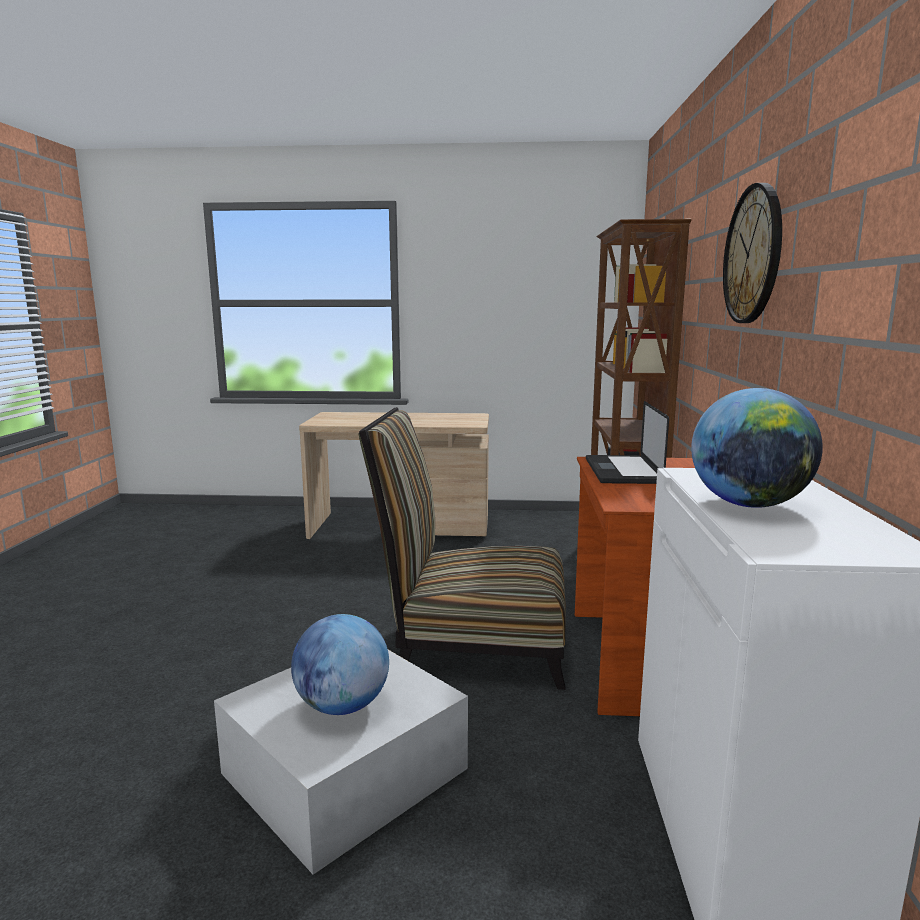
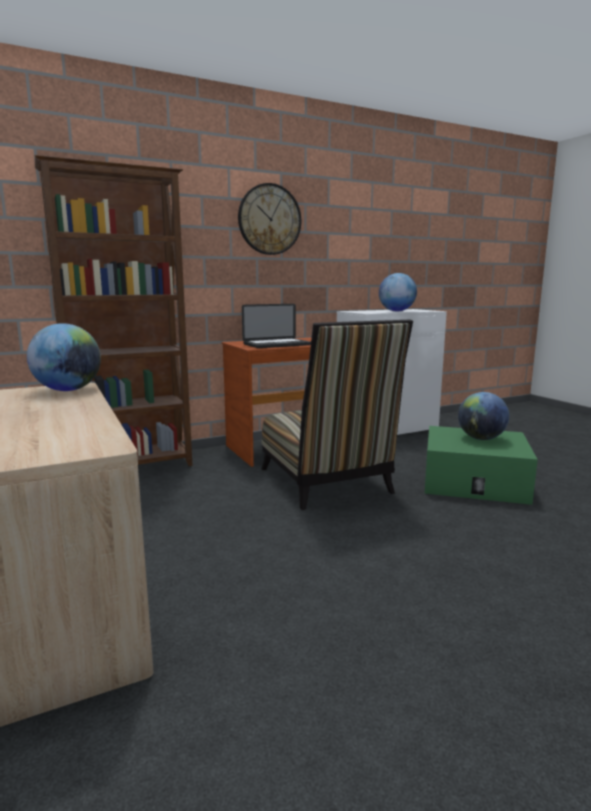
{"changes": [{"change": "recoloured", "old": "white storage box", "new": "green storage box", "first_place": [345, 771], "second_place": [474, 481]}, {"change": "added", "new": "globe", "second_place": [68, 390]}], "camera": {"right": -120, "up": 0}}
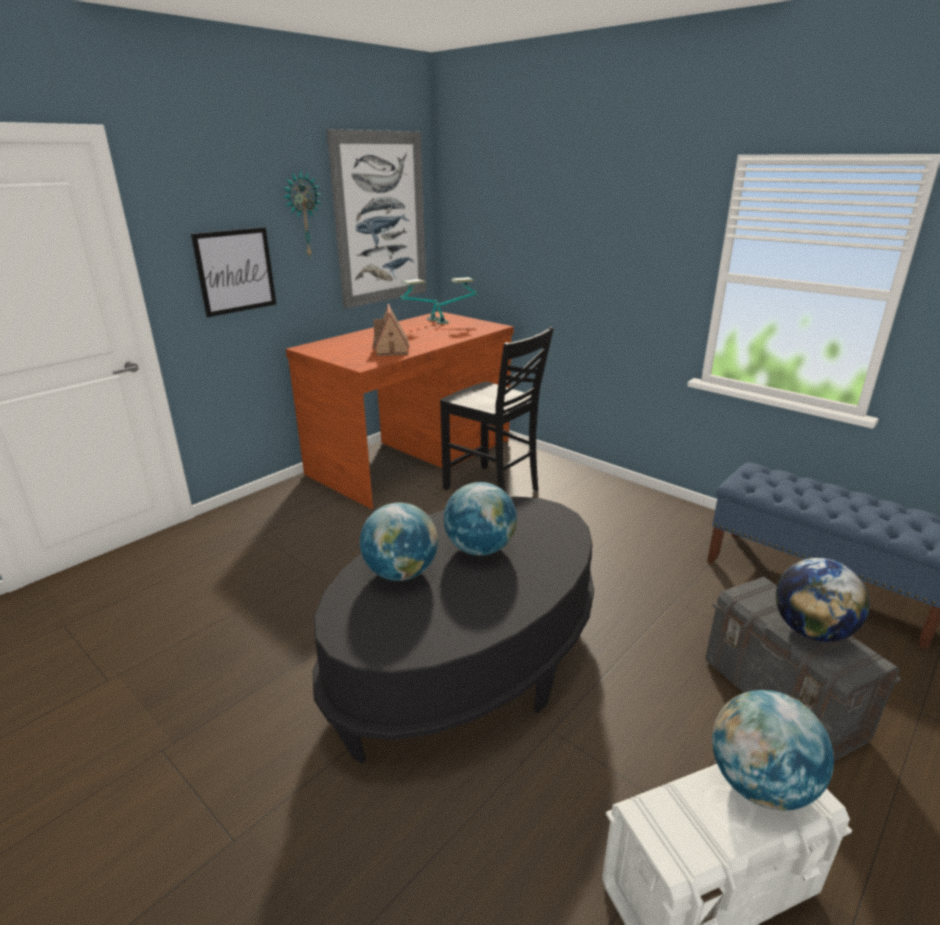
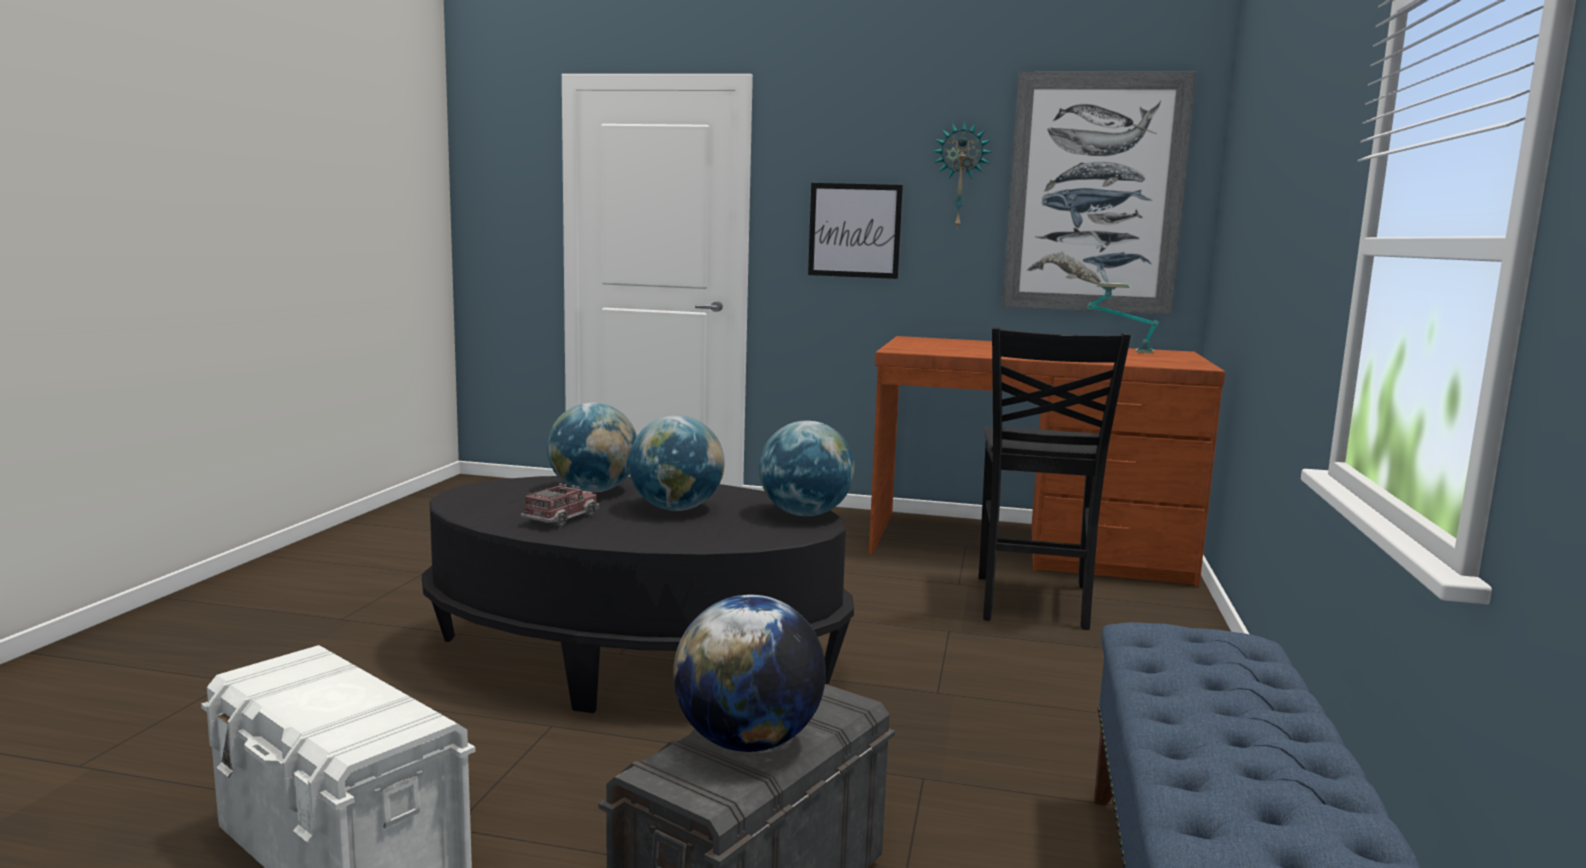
{"changes": [{"change": "removed", "old": "table lamp", "first_place": [456, 321]}, {"change": "removed", "old": "toy house", "first_place": [391, 348]}, {"change": "moved", "old": "globe", "first_place": [759, 784], "second_place": [805, 514]}, {"change": "added", "new": "toy truck", "second_place": [561, 519]}], "camera": {"right": 60, "up": -15}}
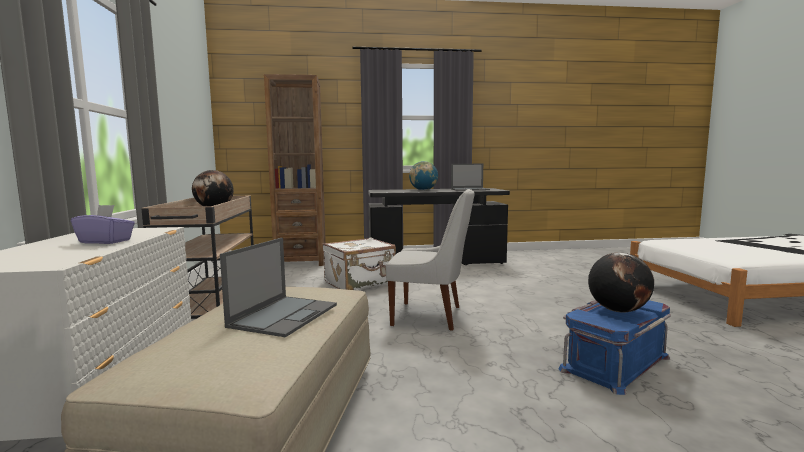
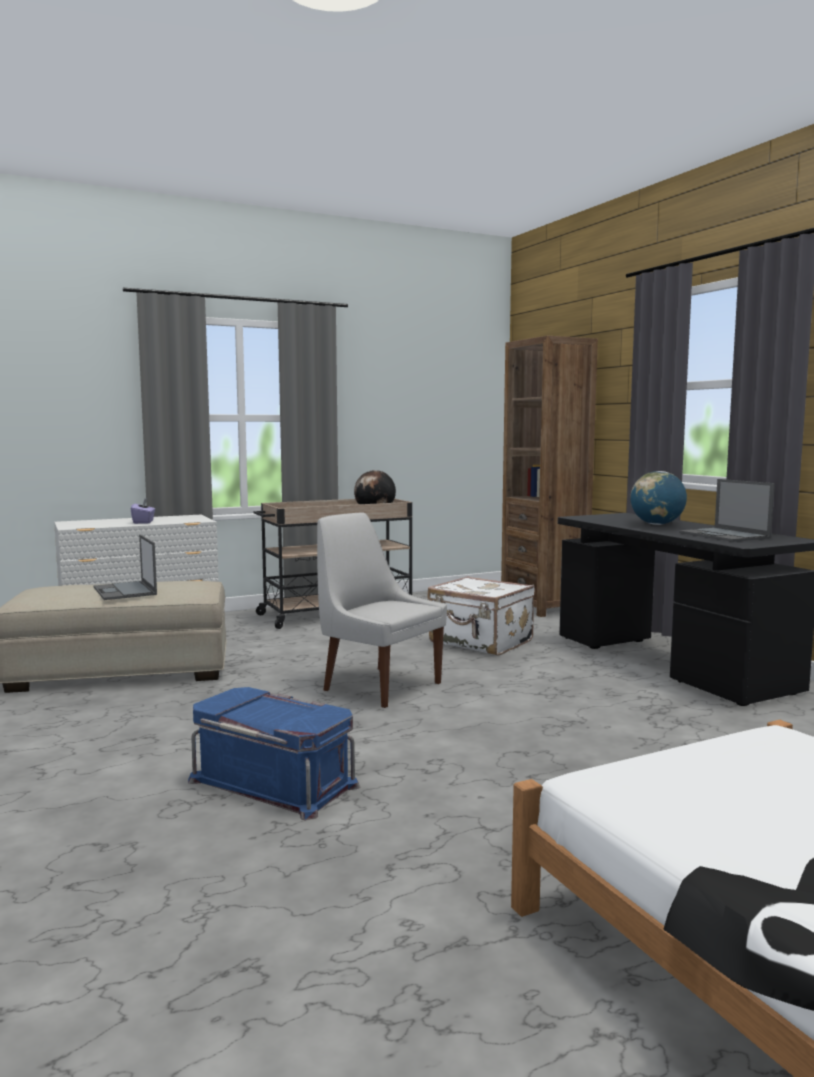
{"changes": [{"change": "turned", "old": "white chair", "first_place": [430, 316], "second_place": [378, 686], "degrees": 135}, {"change": "turned", "old": "laptop", "first_place": [284, 315], "second_place": [125, 591], "degrees": 60}, {"change": "removed", "old": "globe", "first_place": [617, 310]}], "camera": {"right": 70, "up": 0}}
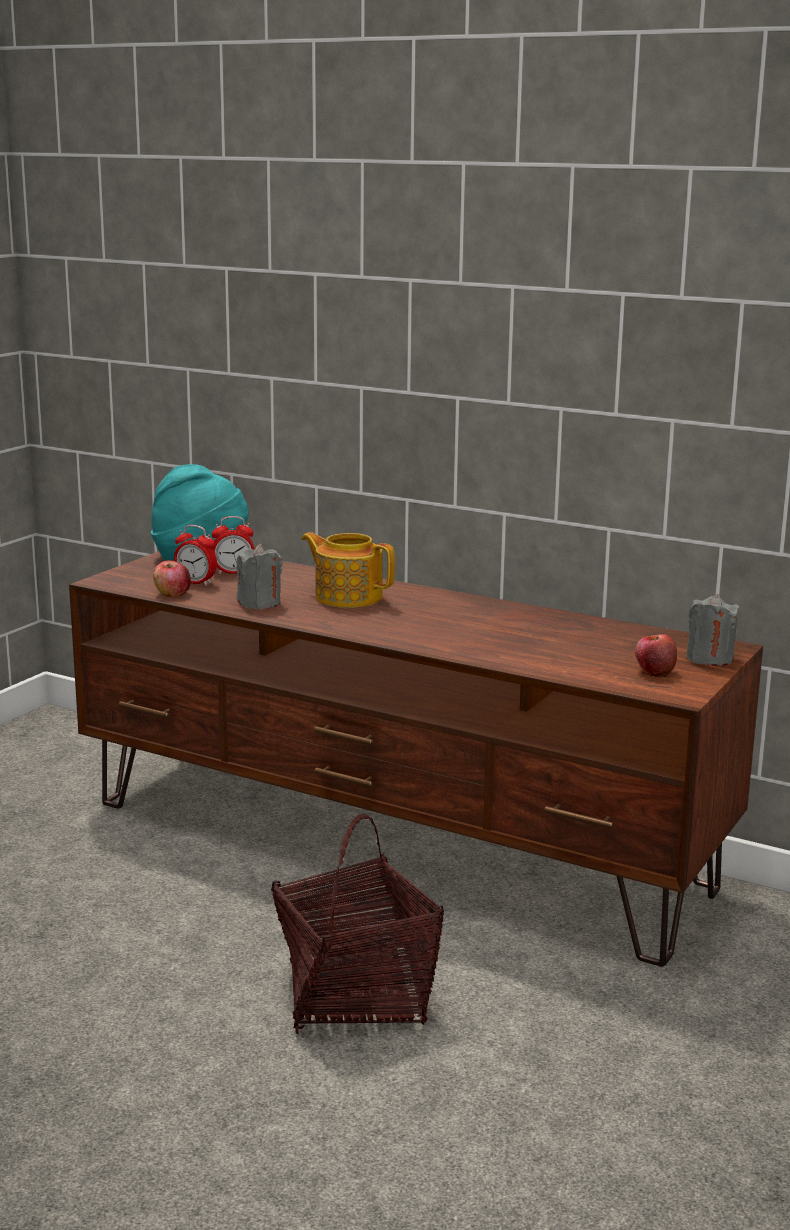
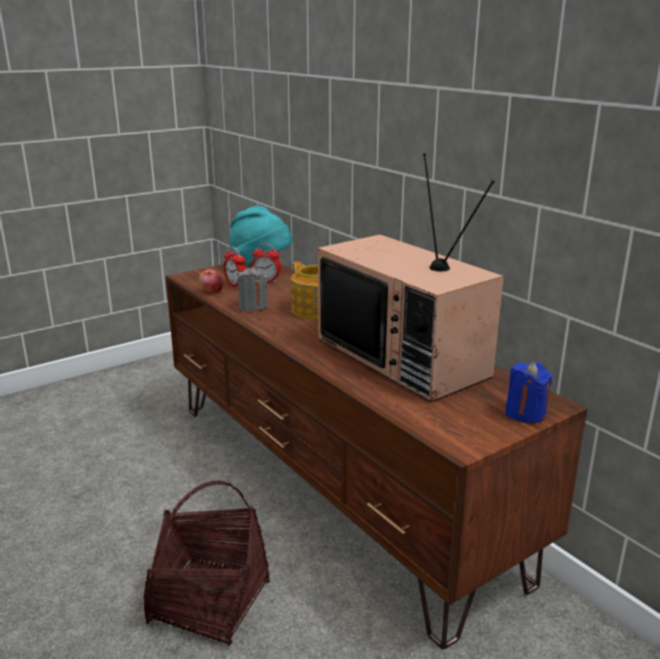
{"changes": [{"change": "recoloured", "old": "grey candle", "new": "blue candle", "first_place": [709, 659], "second_place": [525, 413]}, {"change": "removed", "old": "apple", "first_place": [654, 671]}, {"change": "added", "new": "television", "second_place": [405, 357]}], "camera": {"right": 25, "up": 5}}
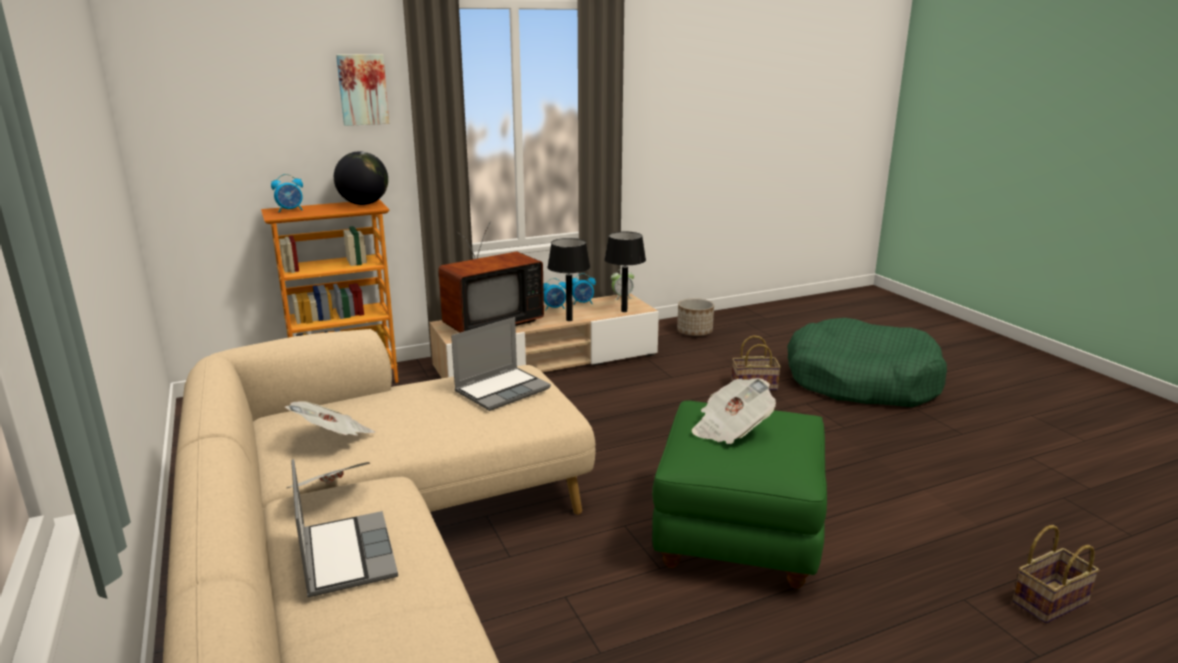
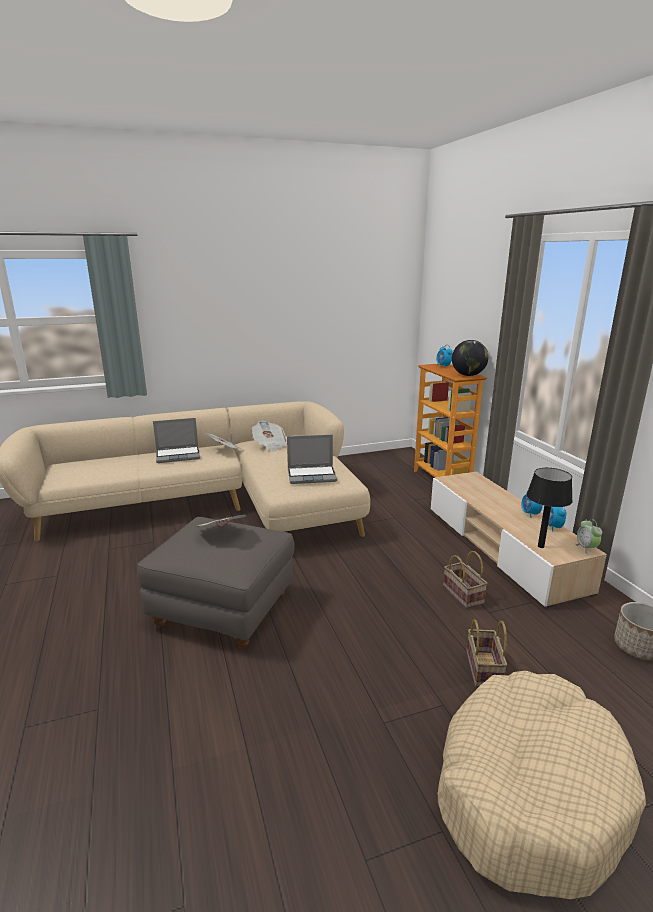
{"changes": [{"change": "removed", "old": "picture", "first_place": [362, 89]}, {"change": "removed", "old": "television", "first_place": [489, 323]}, {"change": "removed", "old": "black table lamp", "first_place": [569, 320]}, {"change": "turned", "old": "laptop", "first_place": [502, 390], "second_place": [312, 475], "degrees": -60}, {"change": "recoloured", "old": "green dog bed", "new": "beige dog bed", "first_place": [861, 381], "second_place": [529, 790]}, {"change": "recoloured", "old": "green ottoman", "new": "grey ottoman", "first_place": [736, 535], "second_place": [224, 610]}, {"change": "moved", "old": "basket", "first_place": [1050, 600], "second_place": [464, 595]}], "camera": {"right": 95, "up": 0}}
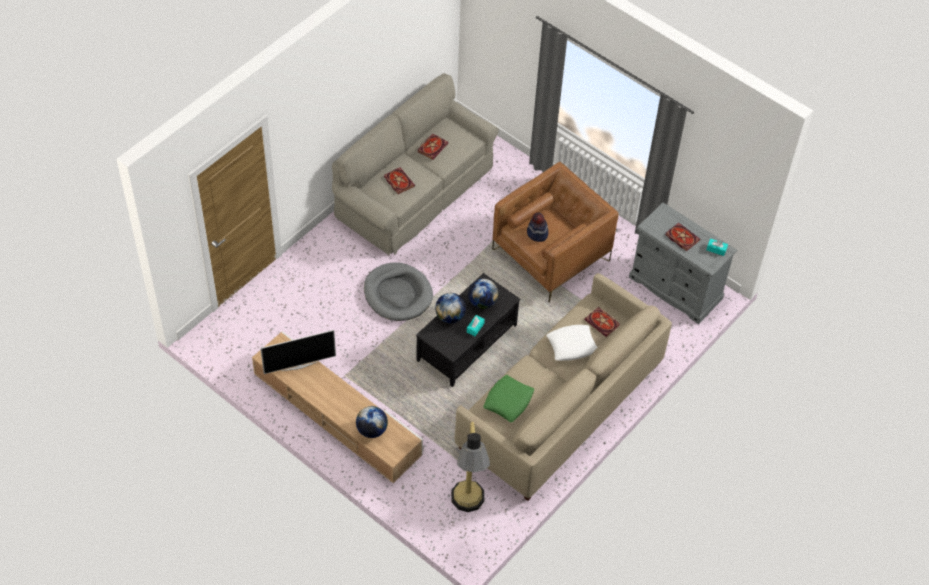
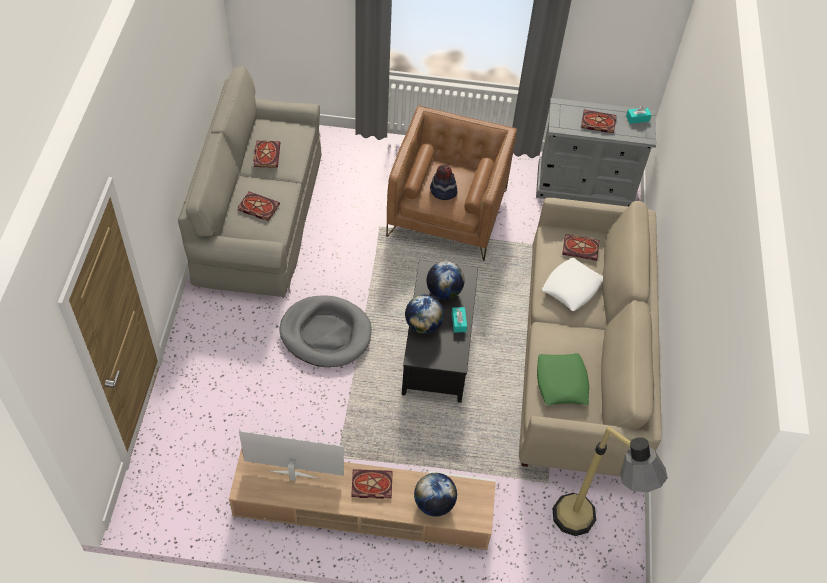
{"changes": [{"change": "turned", "old": "television", "first_place": [299, 365], "second_place": [293, 476], "degrees": -120}, {"change": "added", "new": "book", "second_place": [370, 485]}], "camera": {"right": -35, "up": 0}}
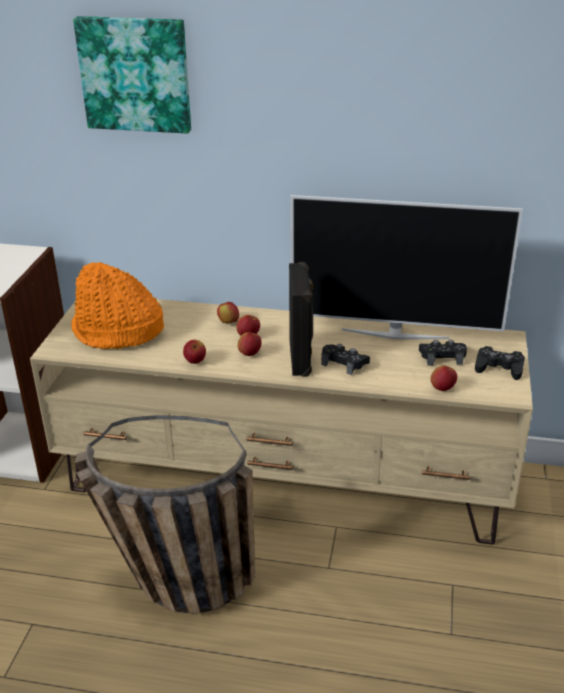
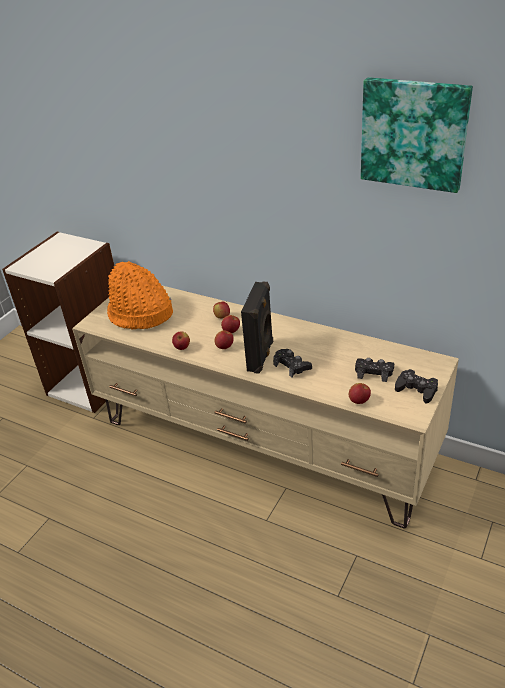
{"changes": [{"change": "moved", "old": "picture", "first_place": [136, 74], "second_place": [414, 133]}, {"change": "removed", "old": "television", "first_place": [395, 333]}, {"change": "removed", "old": "basket", "first_place": [170, 584]}], "camera": {"right": 20, "up": 5}}
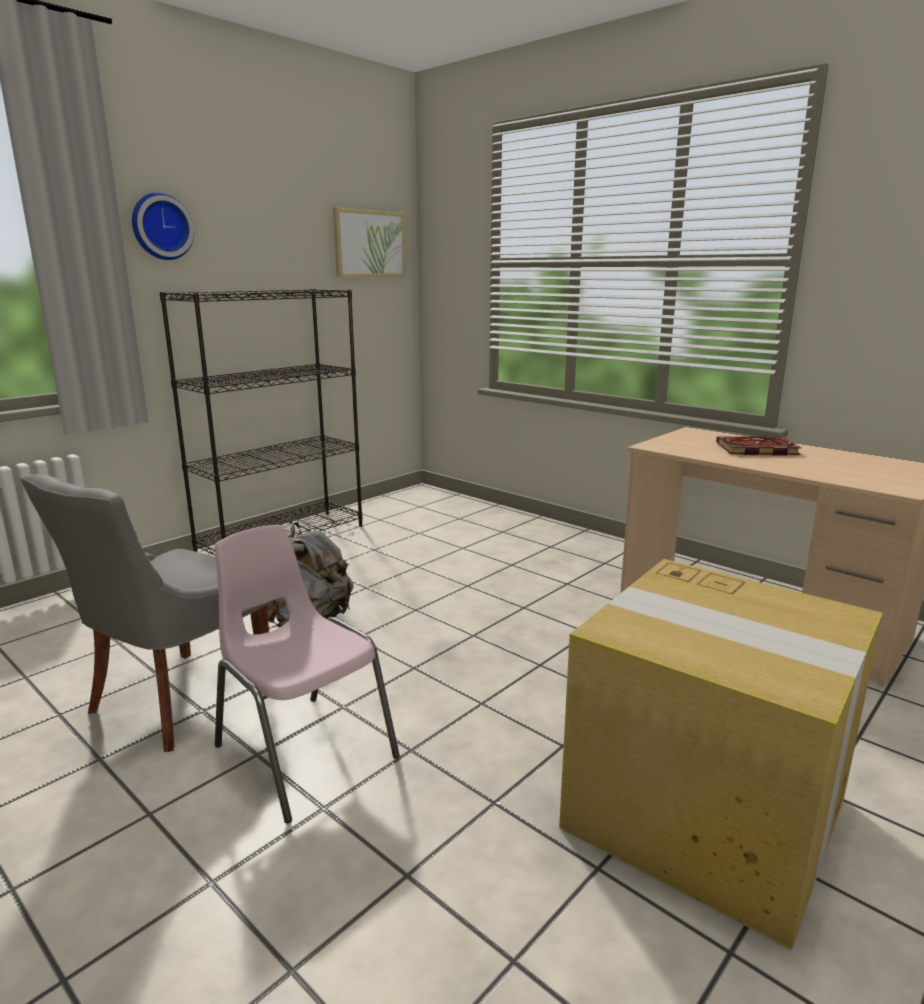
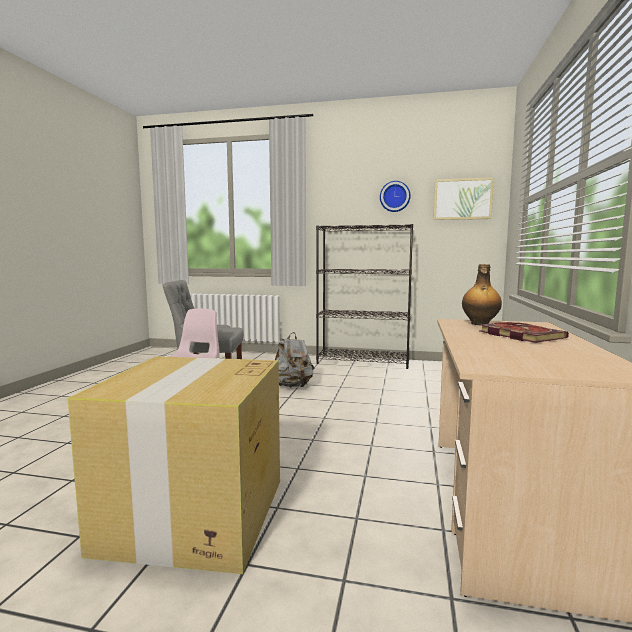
{"changes": [{"change": "moved", "old": "wall clock", "first_place": [161, 226], "second_place": [395, 196]}, {"change": "added", "new": "bottle", "second_place": [479, 324]}], "camera": {"right": 60, "up": -10}}
